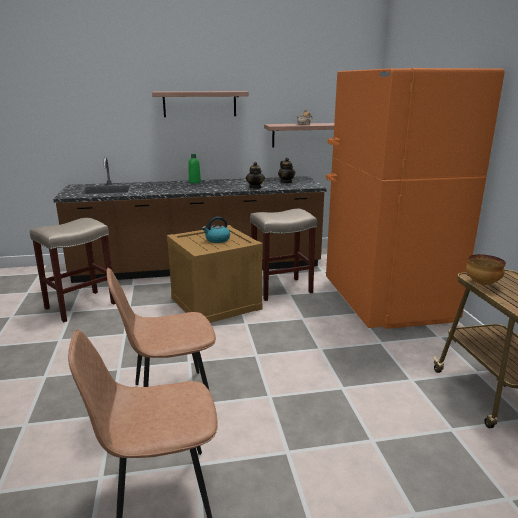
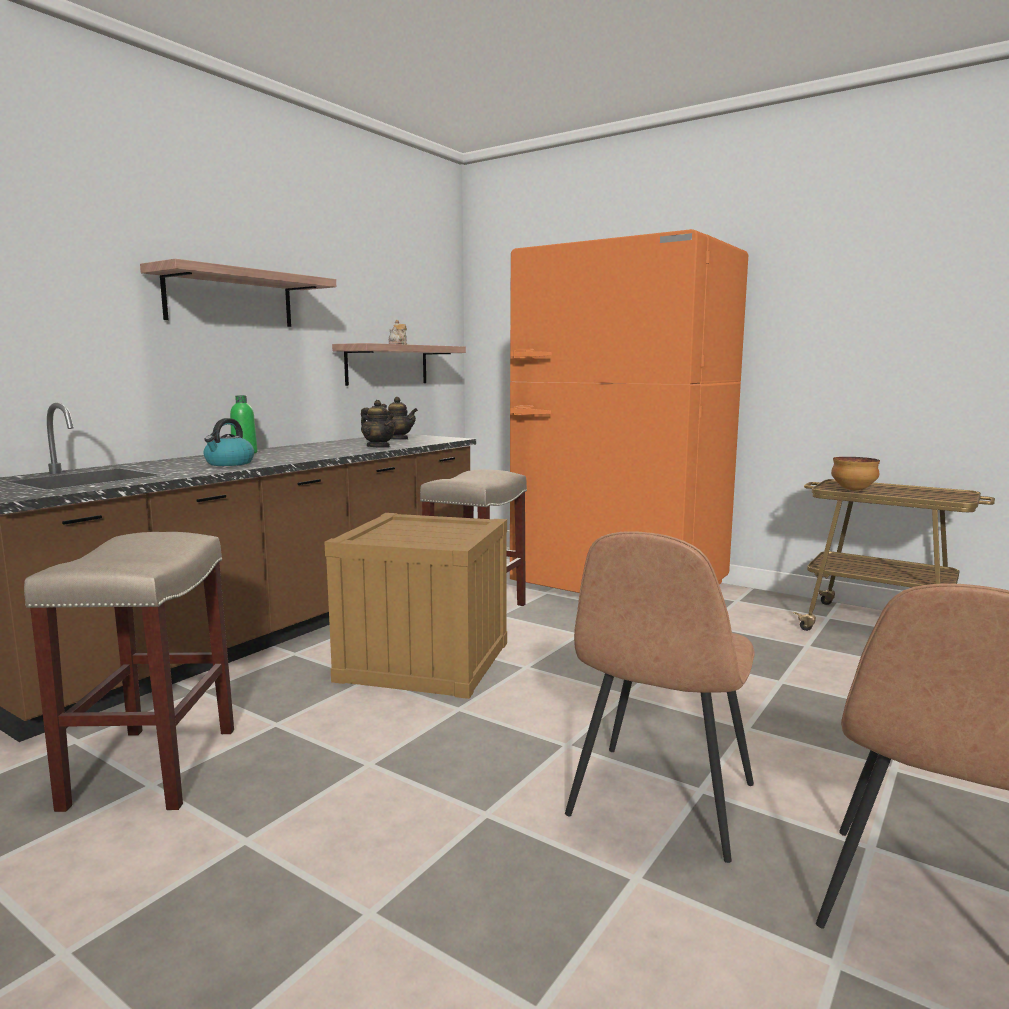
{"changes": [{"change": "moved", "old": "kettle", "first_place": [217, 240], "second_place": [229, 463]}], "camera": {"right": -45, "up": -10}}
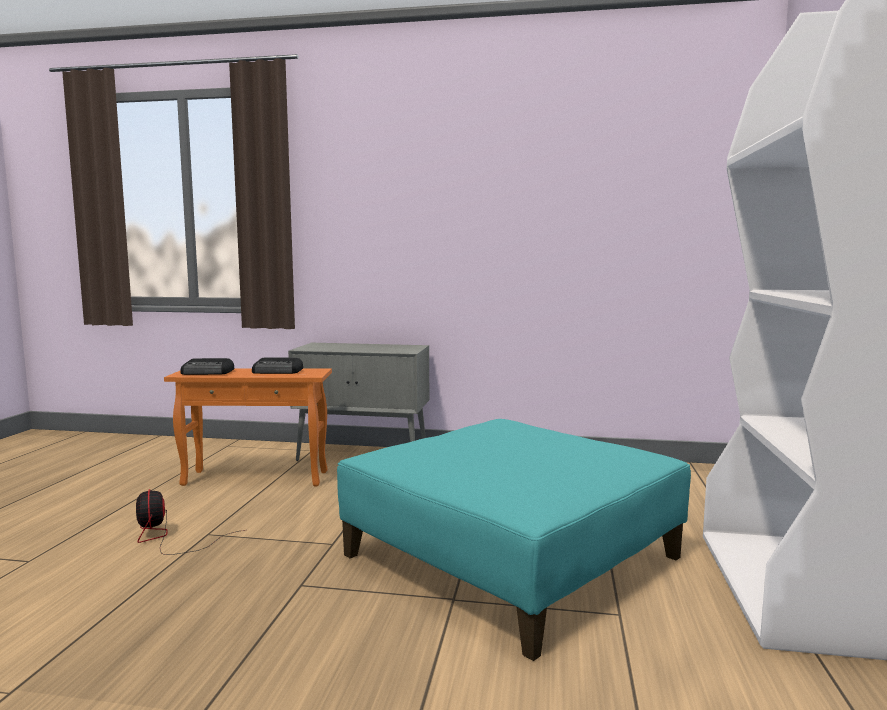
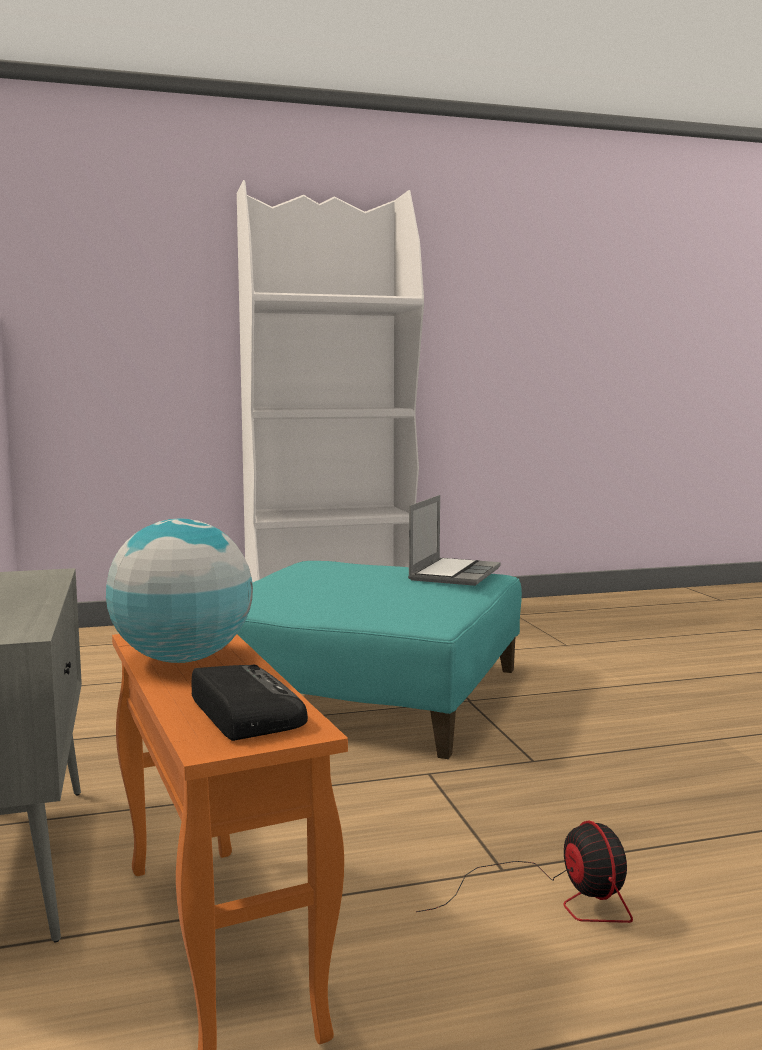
{"changes": [{"change": "replaced", "old": "radio", "new": "globe", "first_place": [278, 371], "second_place": [182, 659]}, {"change": "turned", "old": "fan", "first_place": [168, 538], "second_place": [554, 898], "degrees": -60}, {"change": "added", "new": "laptop", "second_place": [454, 574]}], "camera": {"right": -115, "up": 0}}
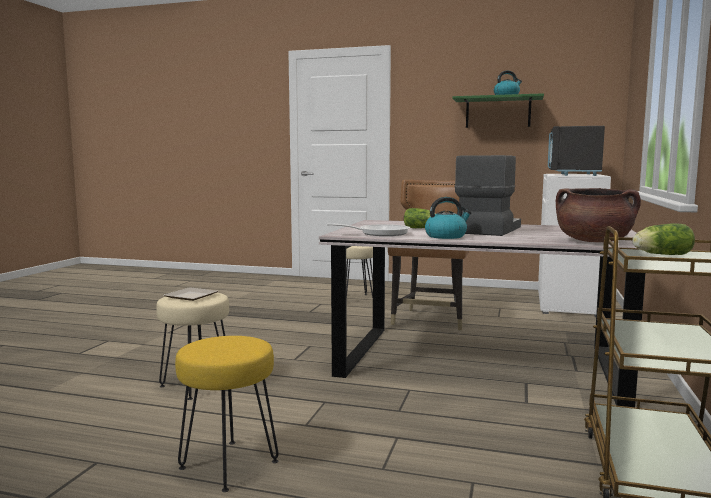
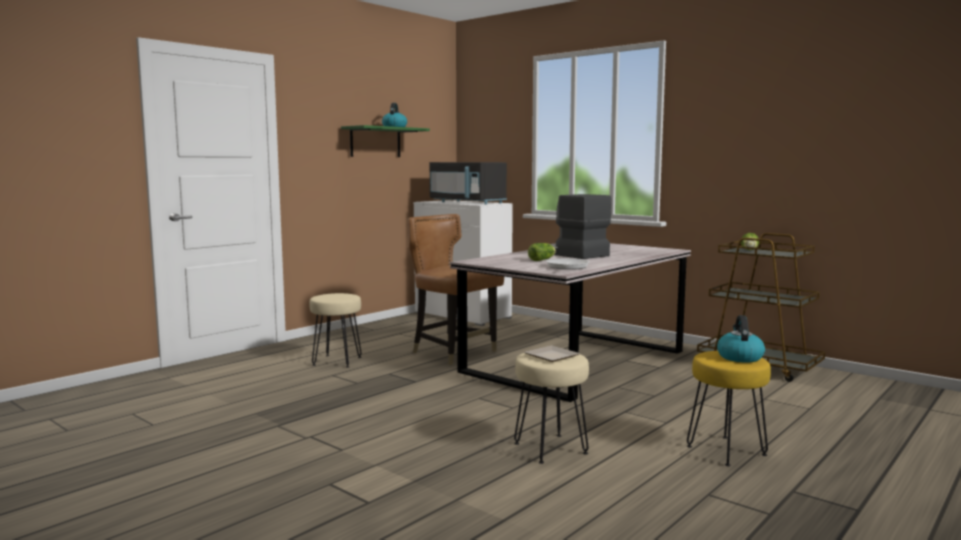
{"changes": [{"change": "removed", "old": "brown cooking pot", "first_place": [594, 241]}, {"change": "moved", "old": "kettle", "first_place": [446, 236], "second_place": [739, 357]}], "camera": {"right": -65, "up": 0}}
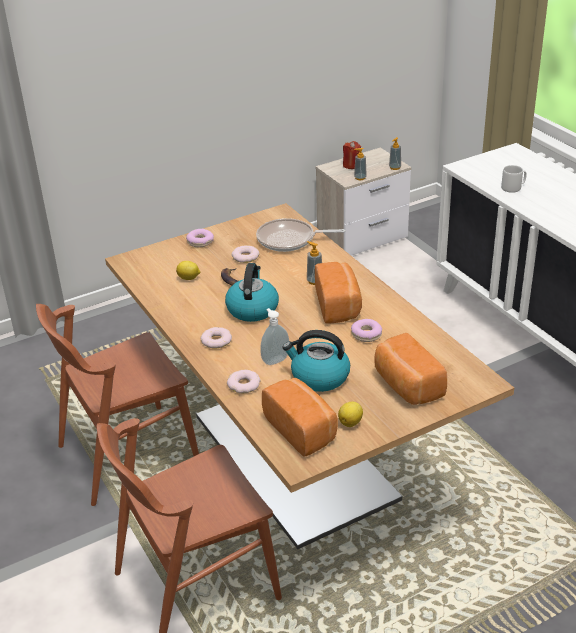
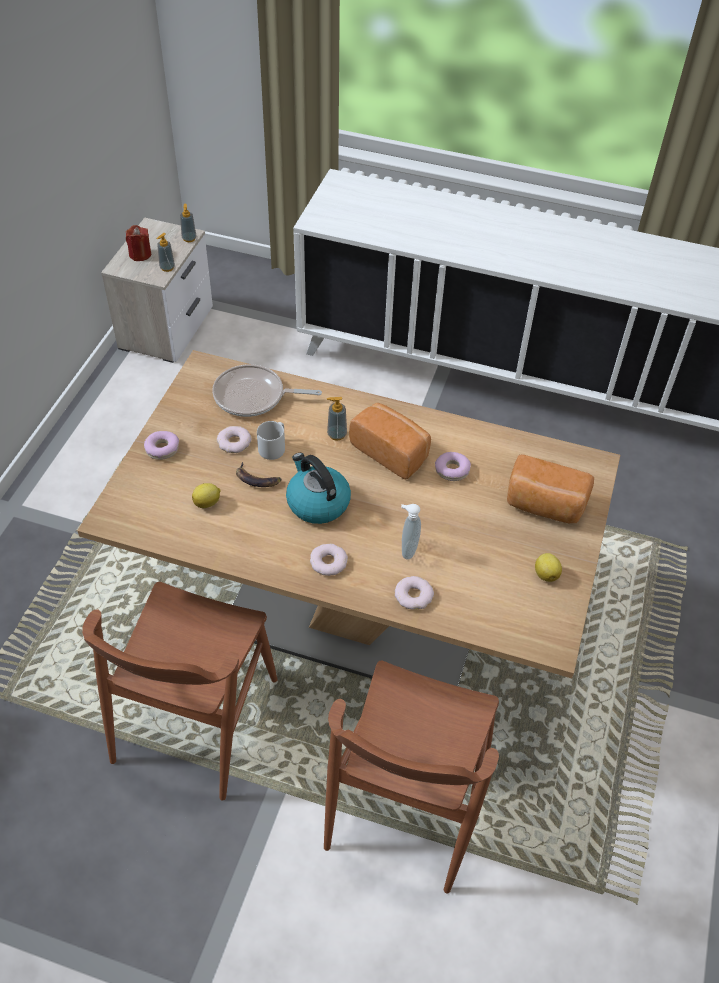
{"changes": [{"change": "moved", "old": "grey mug", "first_place": [513, 188], "second_place": [273, 448]}, {"change": "turned", "old": "frying pan", "first_place": [289, 240], "second_place": [253, 396], "degrees": 45}, {"change": "removed", "old": "kettle", "first_place": [319, 377]}, {"change": "removed", "old": "bread", "first_place": [302, 429]}], "camera": {"right": -45, "up": 15}}
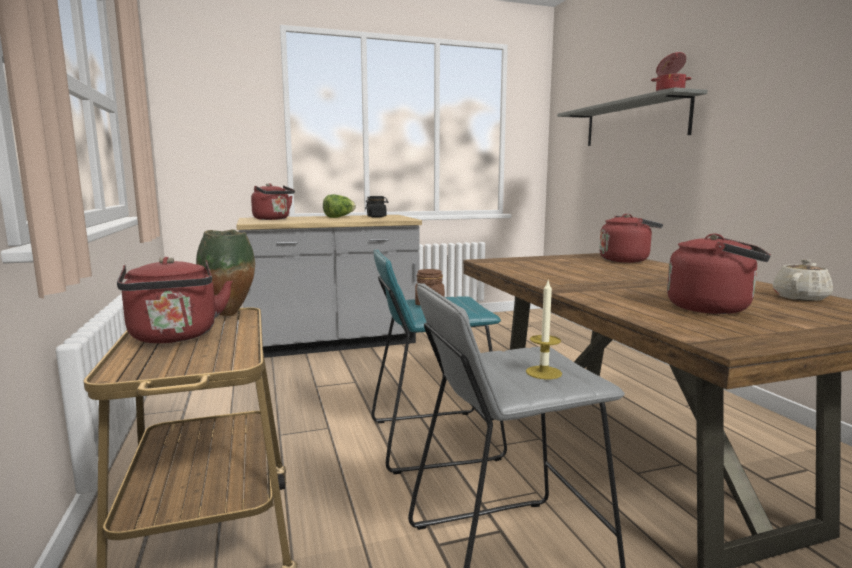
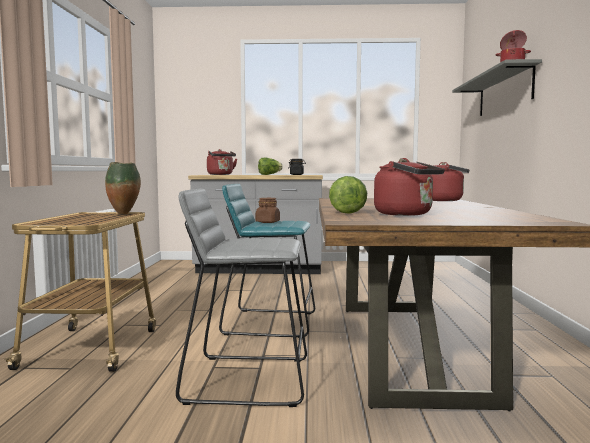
{"changes": [{"change": "removed", "old": "red kettle", "first_place": [175, 337]}, {"change": "removed", "old": "beige teapot", "first_place": [801, 297]}, {"change": "removed", "old": "candle", "first_place": [543, 372]}, {"change": "added", "new": "lettuce", "second_place": [346, 212]}], "camera": {"right": 20, "up": -5}}
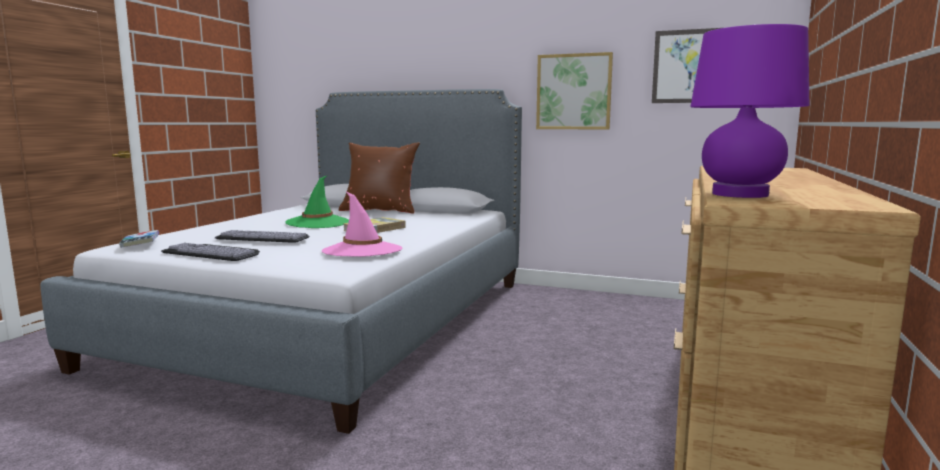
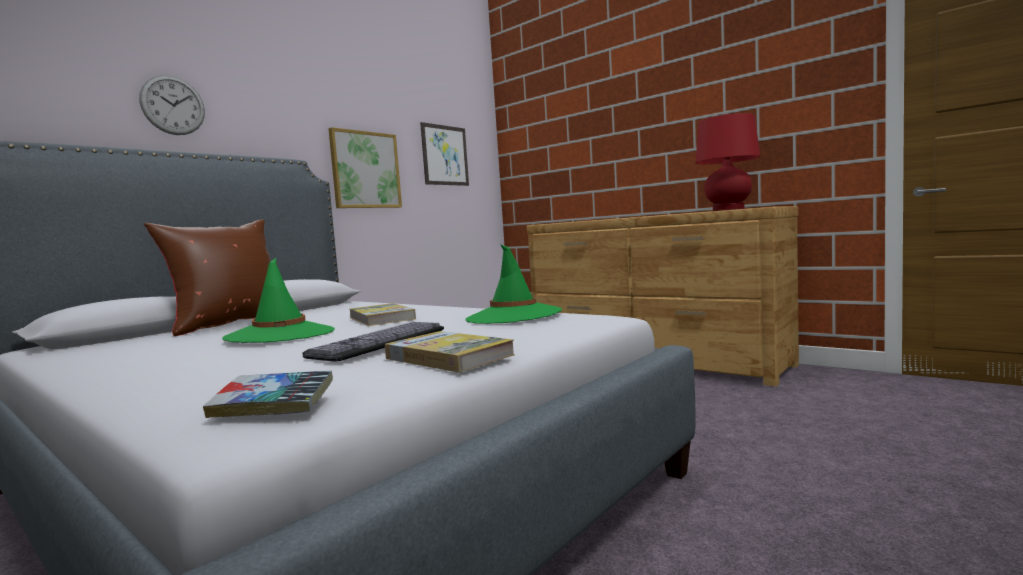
{"changes": [{"change": "recoloured", "old": "purple table lamp", "new": "red table lamp", "first_place": [740, 194], "second_place": [728, 209]}, {"change": "recoloured", "old": "pink hat", "new": "green hat", "first_place": [362, 251], "second_place": [513, 316]}, {"change": "replaced", "old": "keyboard", "new": "book", "first_place": [215, 252], "second_place": [448, 357]}, {"change": "added", "new": "wall clock", "second_place": [173, 105]}], "camera": {"right": -70, "up": -5}}
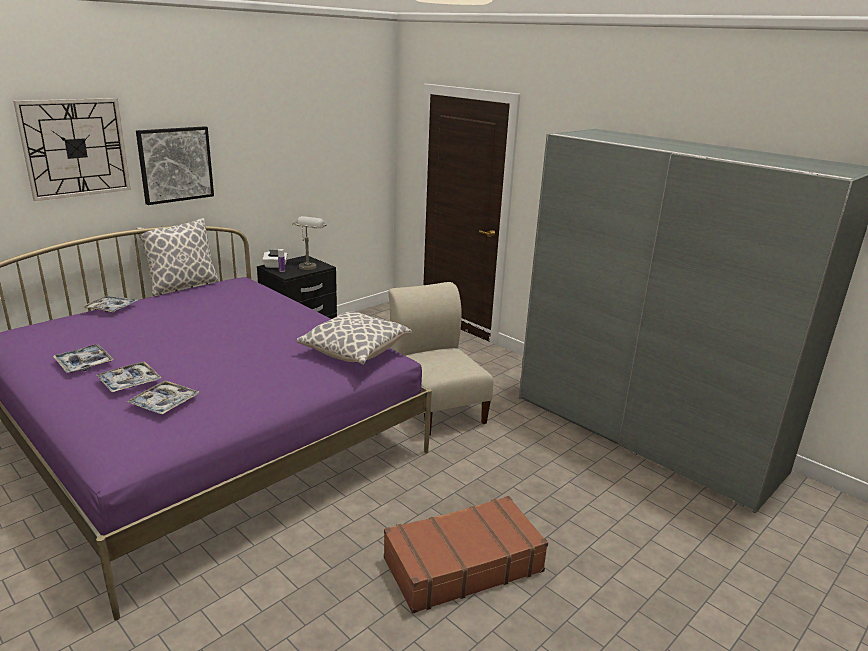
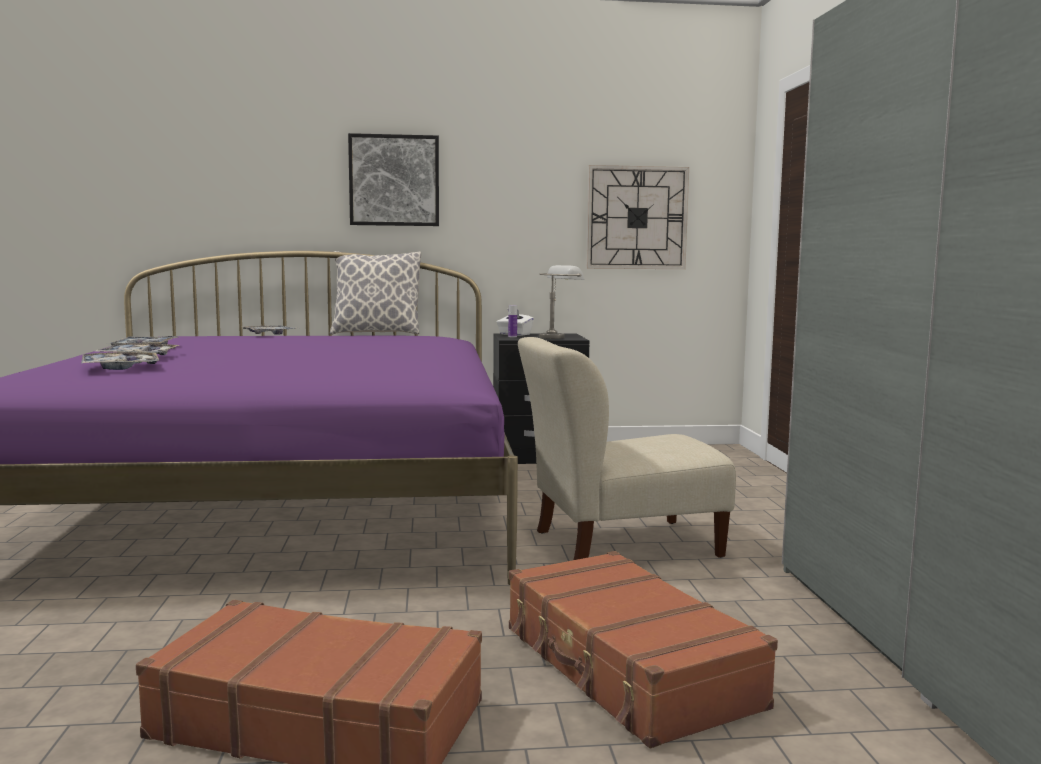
{"changes": [{"change": "moved", "old": "wall clock", "first_place": [75, 148], "second_place": [637, 218]}, {"change": "turned", "old": "beige chair", "first_place": [437, 406], "second_place": [618, 545], "degrees": -120}, {"change": "removed", "old": "pillow", "first_place": [355, 352]}, {"change": "added", "new": "brown suitcase", "second_place": [627, 668]}], "camera": {"right": 40, "up": -15}}
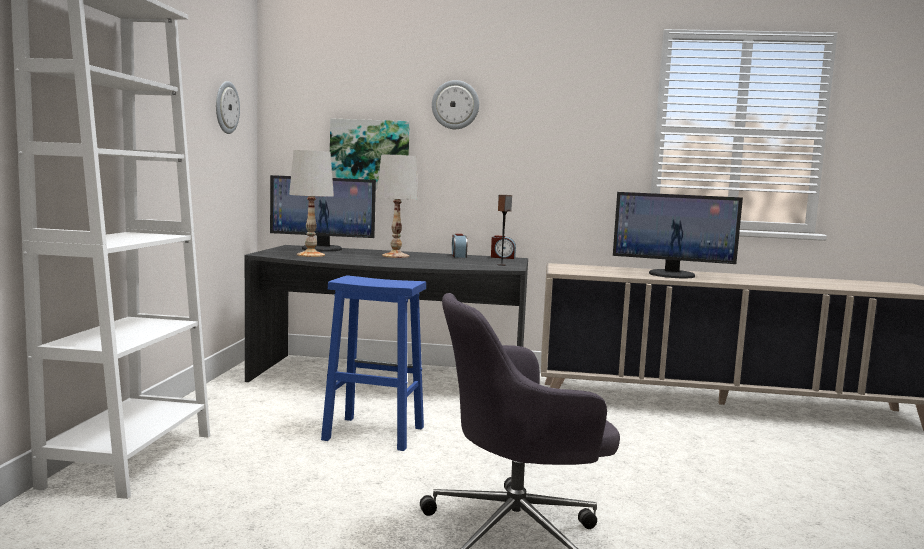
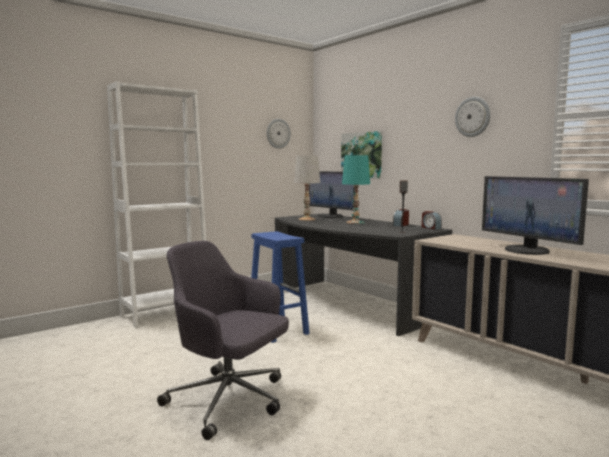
{"changes": [{"change": "moved", "old": "wall clock", "first_place": [455, 105], "second_place": [473, 117]}, {"change": "recoloured", "old": "white table lamp", "new": "turquoise table lamp", "first_place": [396, 256], "second_place": [355, 222]}], "camera": {"right": 45, "up": 0}}
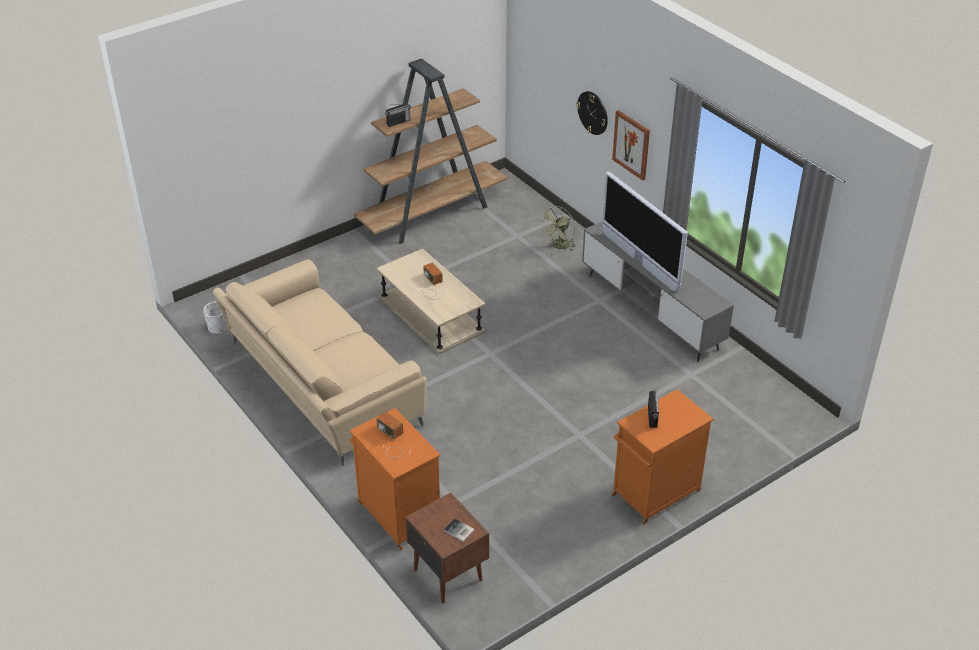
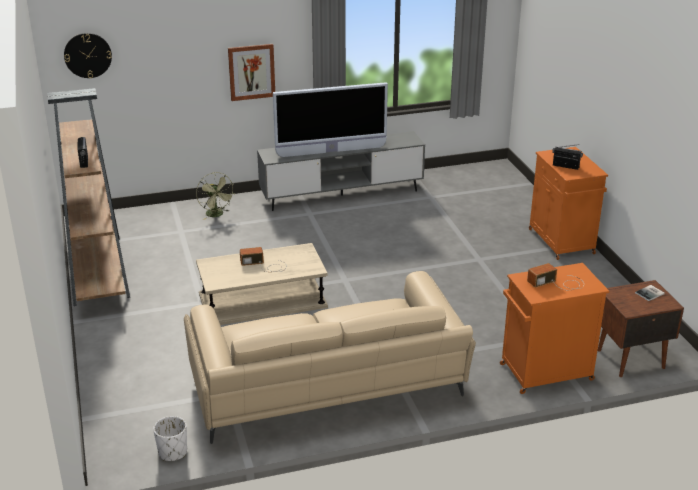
{"changes": [{"change": "moved", "old": "wall clock", "first_place": [593, 112], "second_place": [87, 55]}], "camera": {"right": -70, "up": -10}}
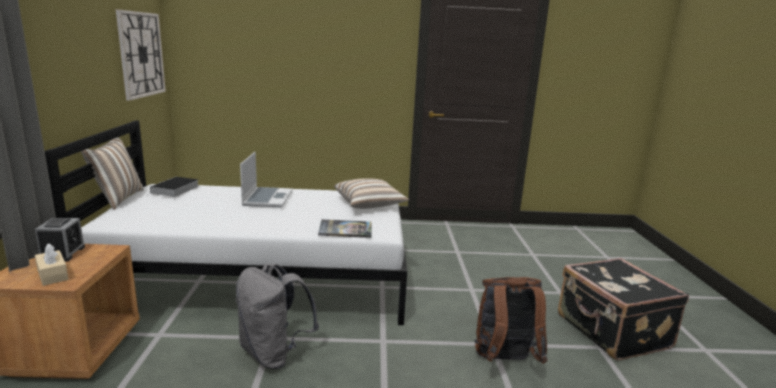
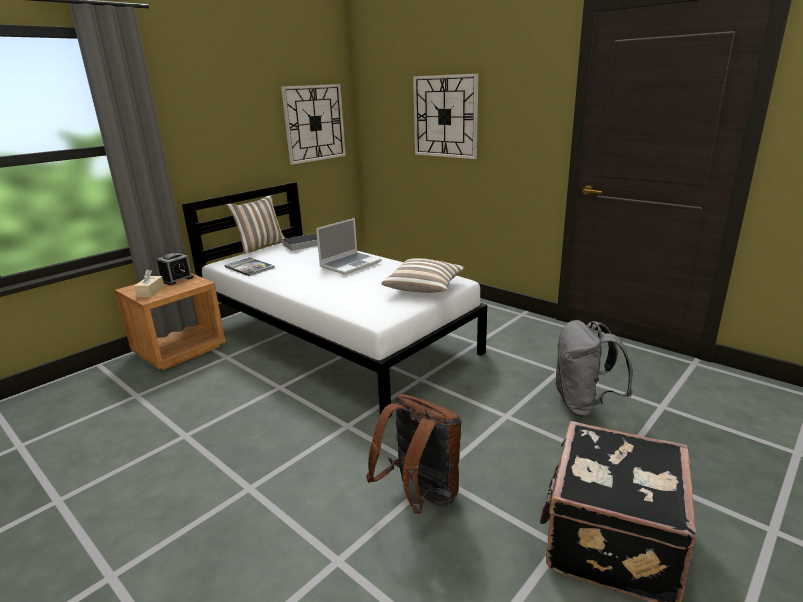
{"changes": [{"change": "moved", "old": "book", "first_place": [345, 229], "second_place": [249, 267]}, {"change": "moved", "old": "grey backpack", "first_place": [274, 354], "second_place": [584, 405]}, {"change": "added", "new": "wall clock", "second_place": [445, 116]}], "camera": {"right": 45, "up": 5}}
